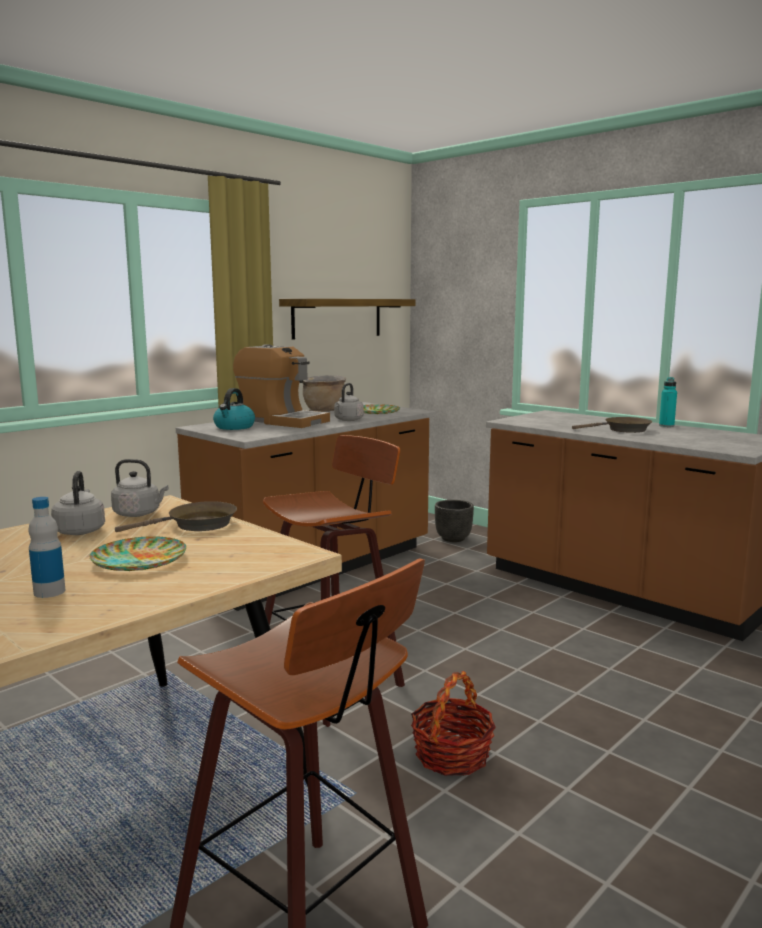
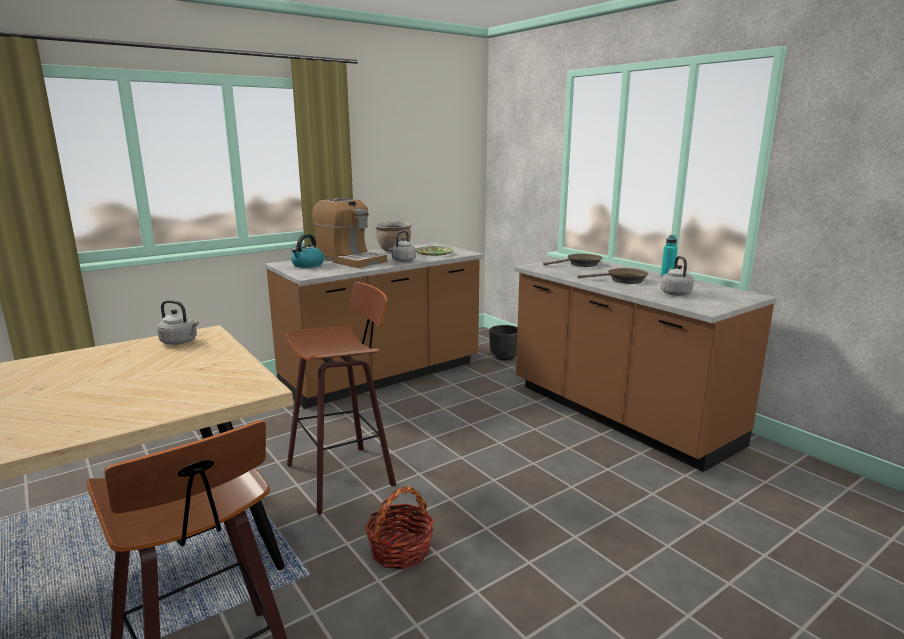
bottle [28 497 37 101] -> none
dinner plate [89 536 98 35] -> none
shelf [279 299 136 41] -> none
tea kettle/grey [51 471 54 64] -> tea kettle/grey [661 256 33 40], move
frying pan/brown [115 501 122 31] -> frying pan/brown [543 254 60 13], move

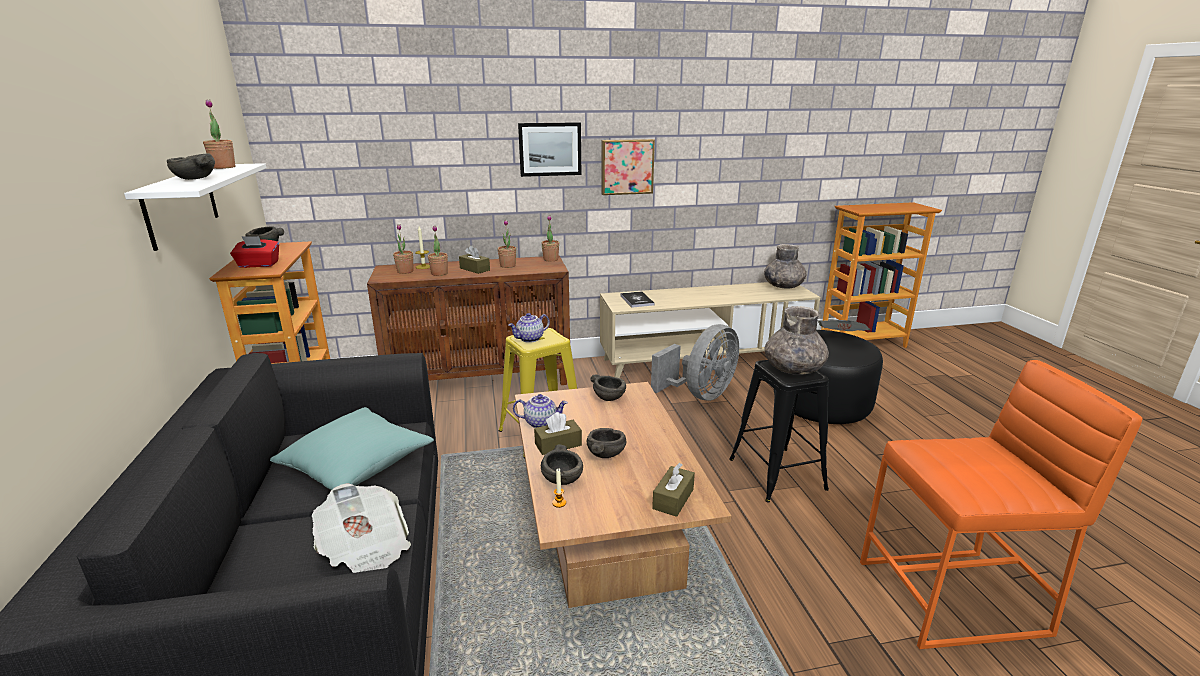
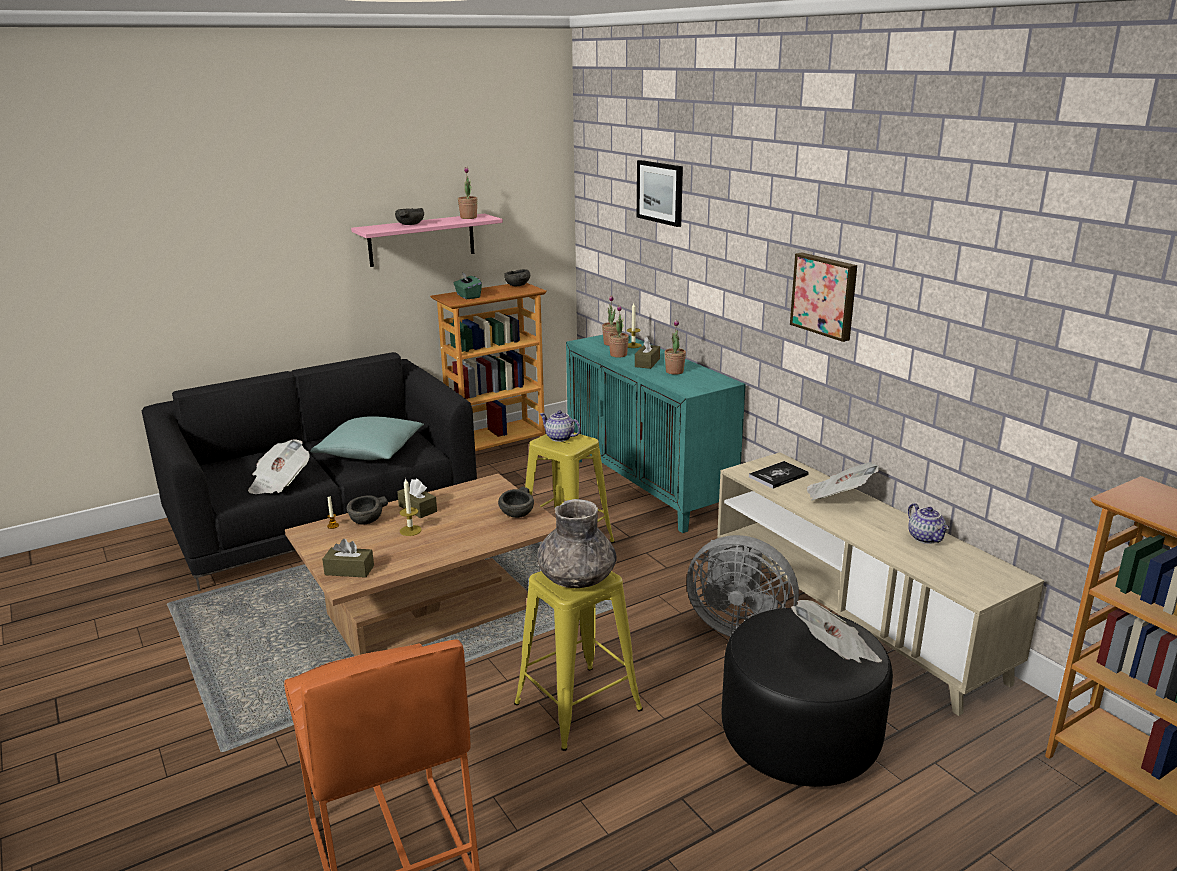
potted plant [541 215 18 46] -> none
vase/grey [764 244 42 44] -> none
none -> daily paper [807 462 72 38]
tea pot [513 394 55 34] -> tea pot [908 503 42 41], move
wall picture [518 122 63 55] -> wall picture [637 160 46 67], move
bowl/grey [587 428 39 30] -> wax light [399 477 23 59]
shelf/white [124 163 143 88] -> shelf/pink-coloured [351 214 152 53]
box of tissues/reddish [230 236 49 32] -> box of tissues/green-coloured [453 272 29 27]
cabinet/brown [367 256 203 129] -> cabinet/turquoise [566 335 180 198]
stool seat/black-coloured [729 360 100 143] -> stool seat/yellow-coloured [514 571 129 180]

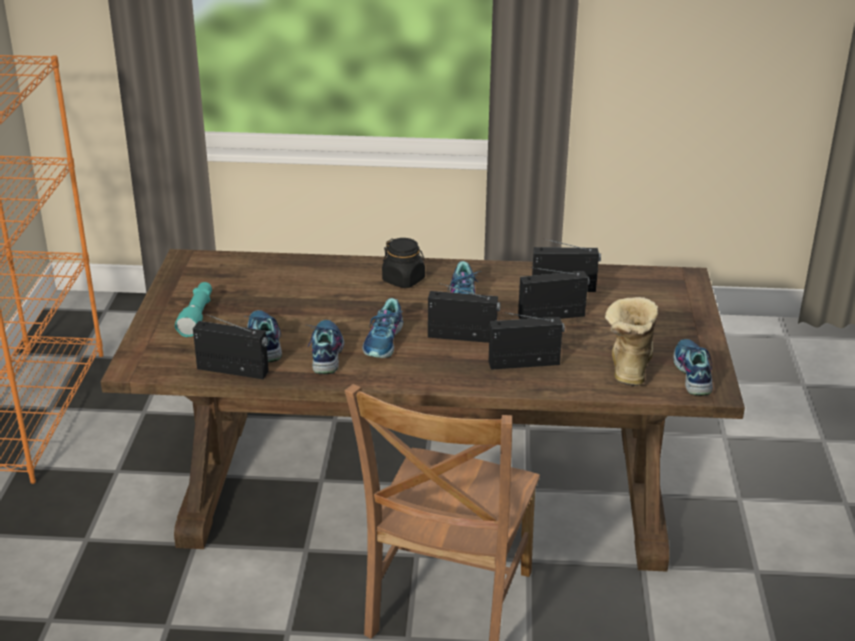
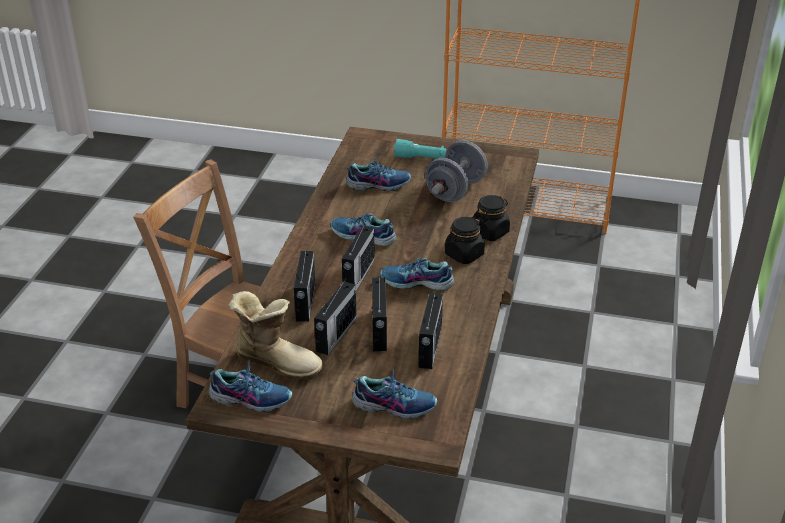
none -> free weight/grey [425 140 63 62]
none -> jar/black-coloured [473 195 37 46]
radio [193 314 76 65] -> radio [314 278 43 77], move
item of footwear [308 320 36 54] -> item of footwear [352 367 85 52], move

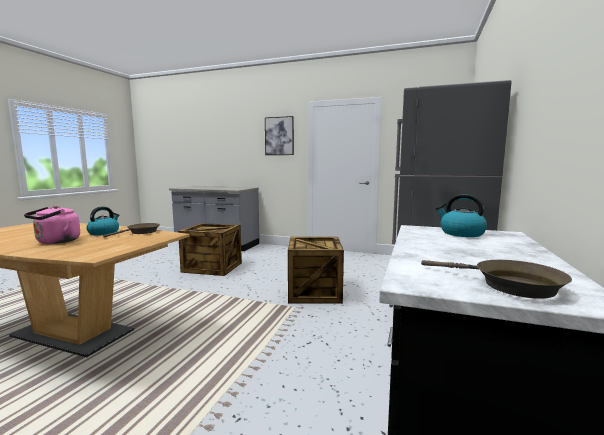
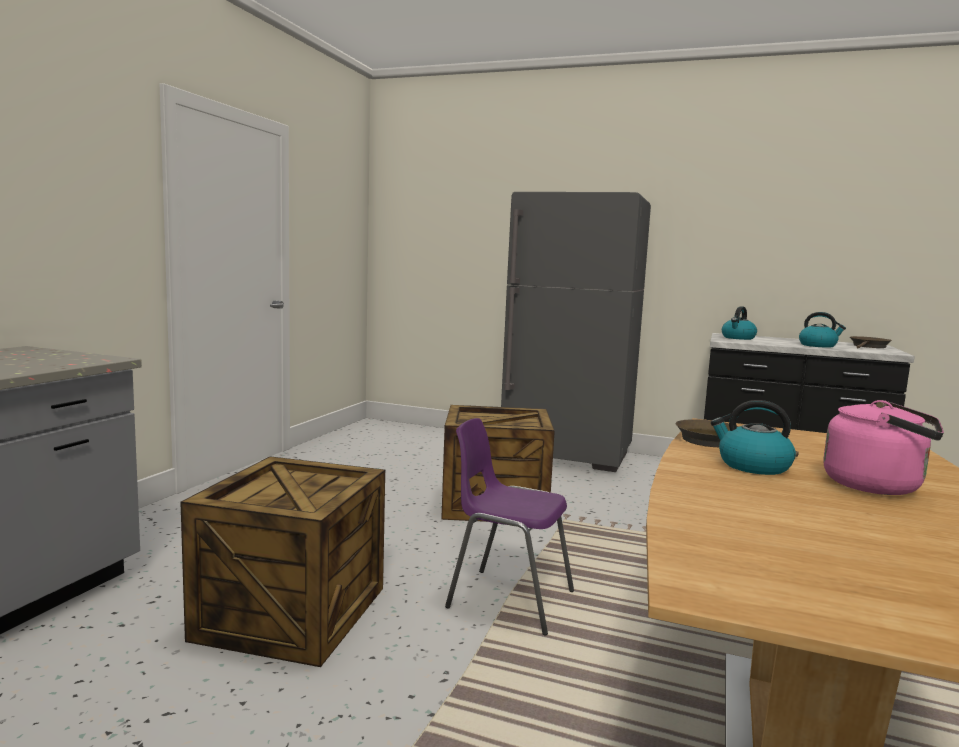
wall picture [265 116 29 39] -> none
none -> chair/purple [445 418 129 217]
none -> tea kettle [799 312 47 36]

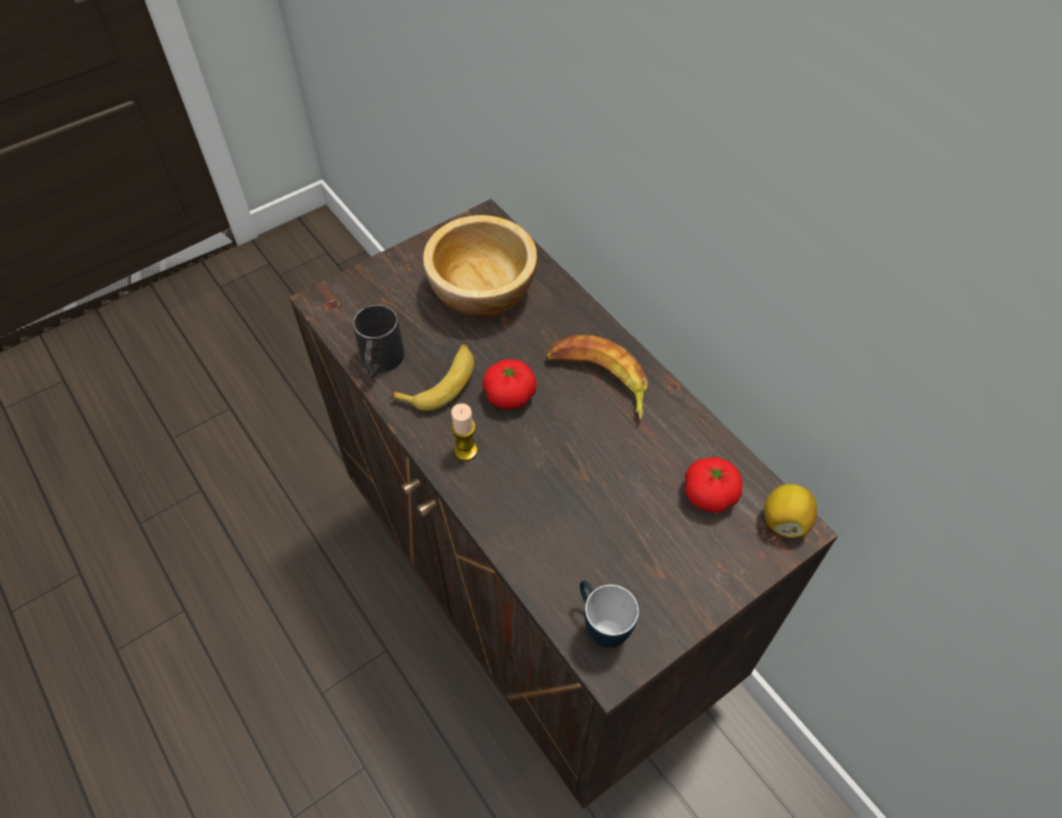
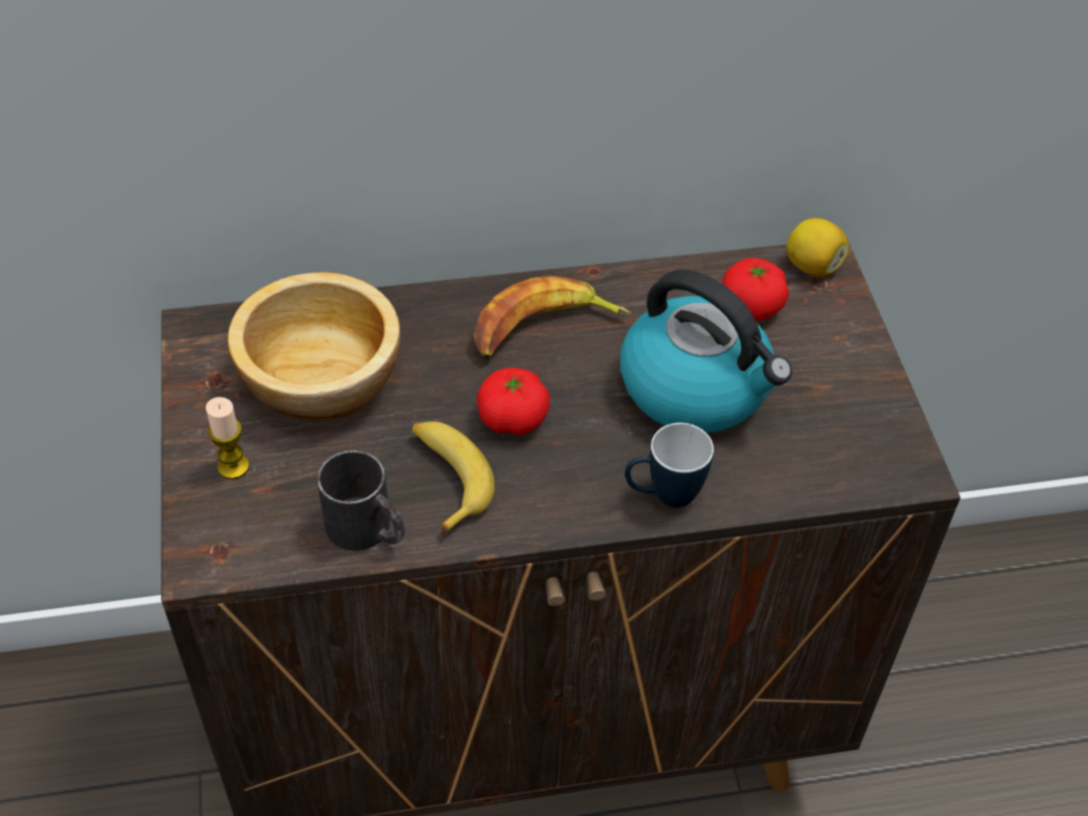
none -> tea kettle [620 269 172 164]
wax light [451 403 27 58] -> wax light [206 397 44 82], move
coffee mug [580 581 59 67] -> coffee mug [625 423 89 85], move

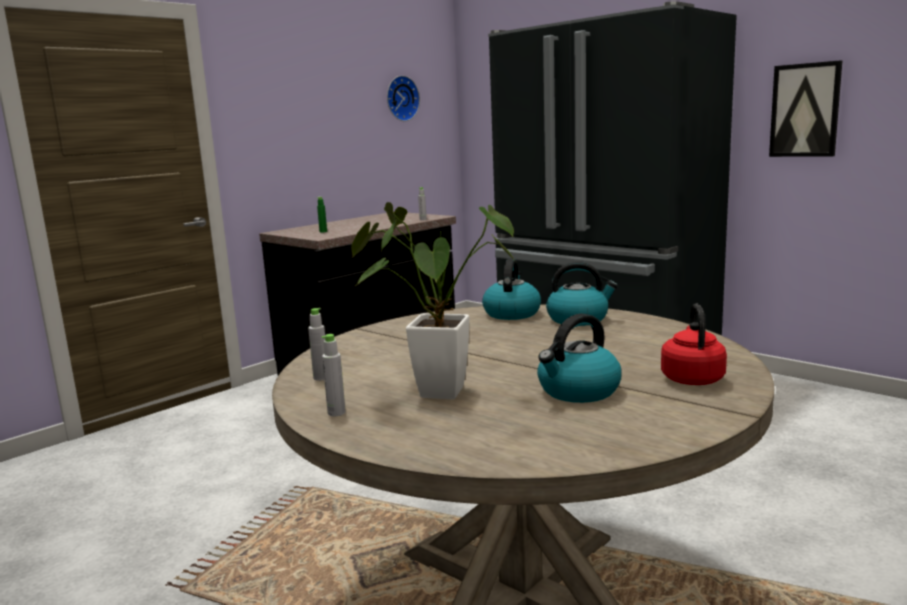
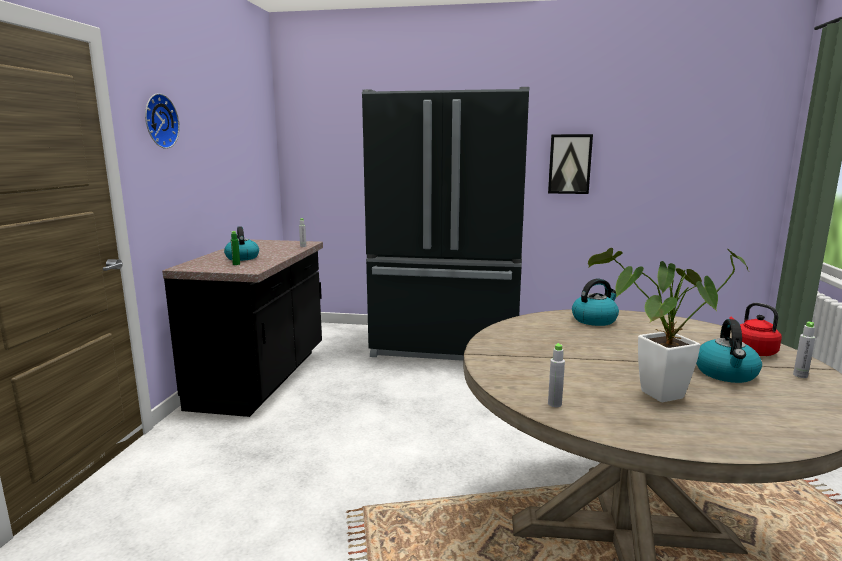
bottle/grey [321 334 25 82] -> bottle/grey [793 322 22 56], move
clock on the wall [387 75 33 46] -> clock on the wall [145 93 34 56], move
tea kettle [482 259 59 61] -> tea kettle [224 226 35 35], move

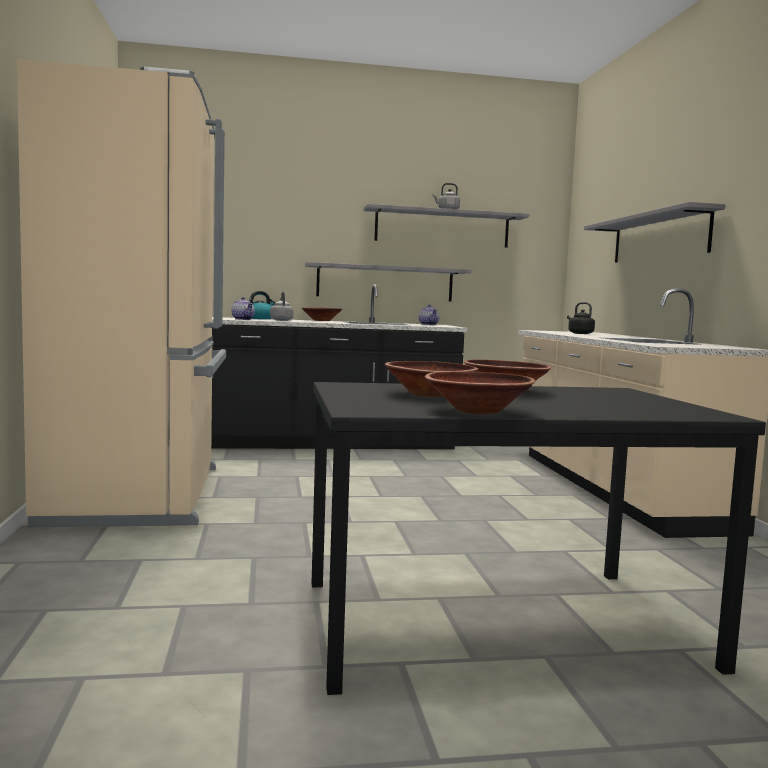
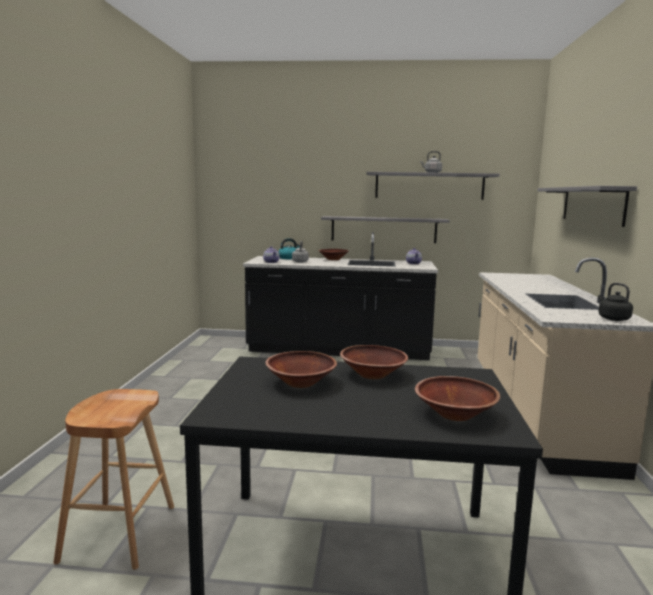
kitchen fridge/beige [17 59 209 469] -> none
none -> stool seat/brown [53 389 121 181]
bowl/brown [425 371 111 43] -> bowl/brown [415 376 85 45], move
tea kettle/black-coloured [567 302 28 32] -> tea kettle/black-coloured [598 283 35 38], move

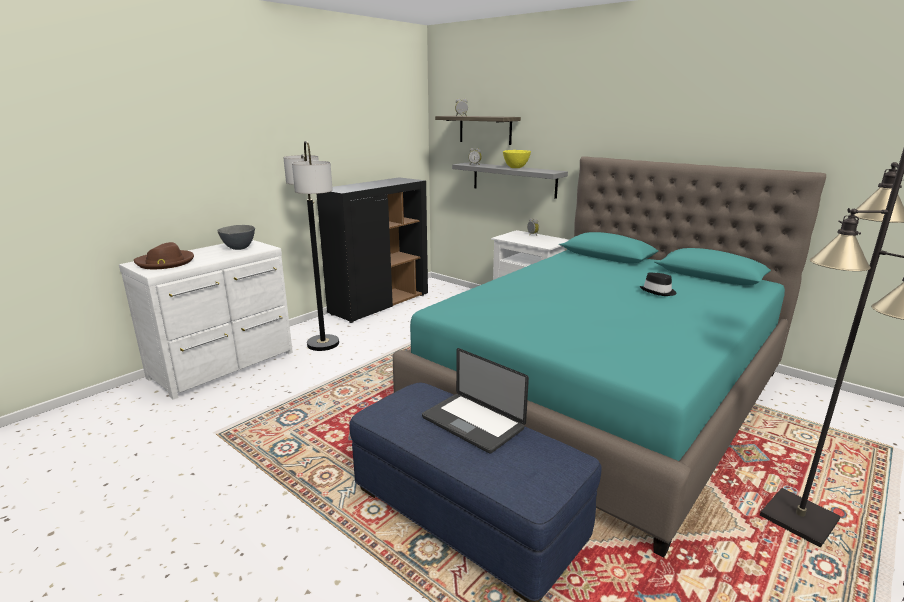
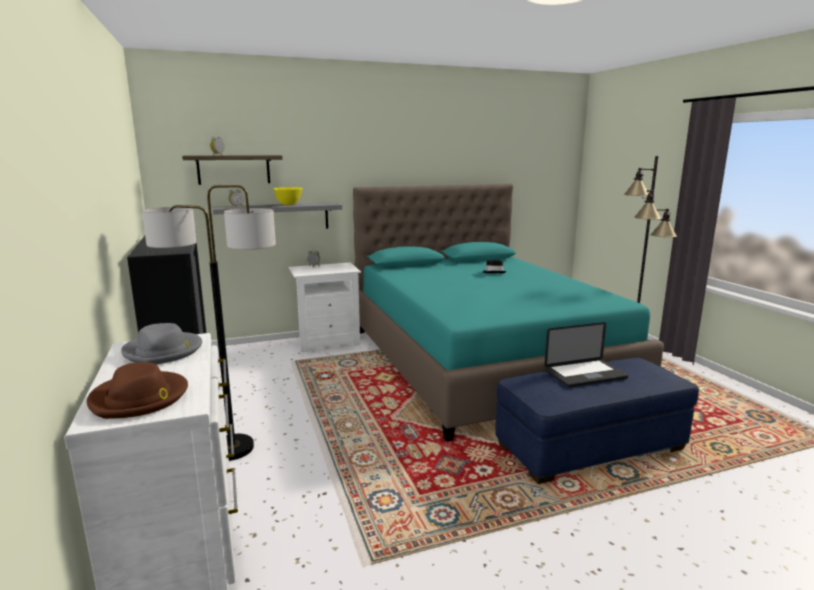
bowl/grey [217 225 38 25] -> wearable hat/grey [121 323 81 41]

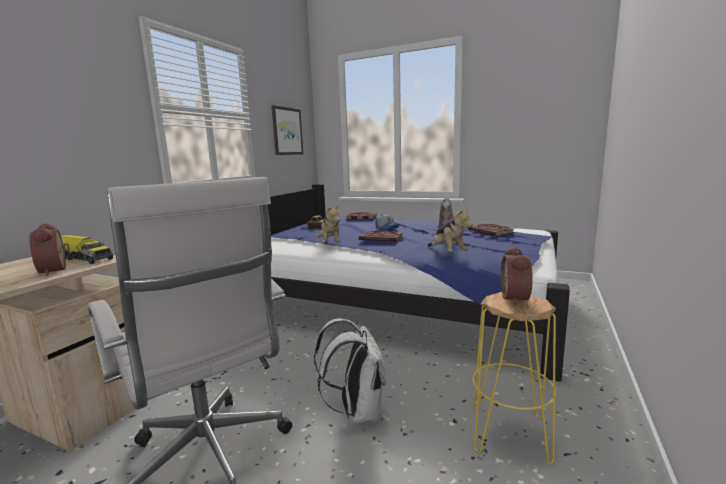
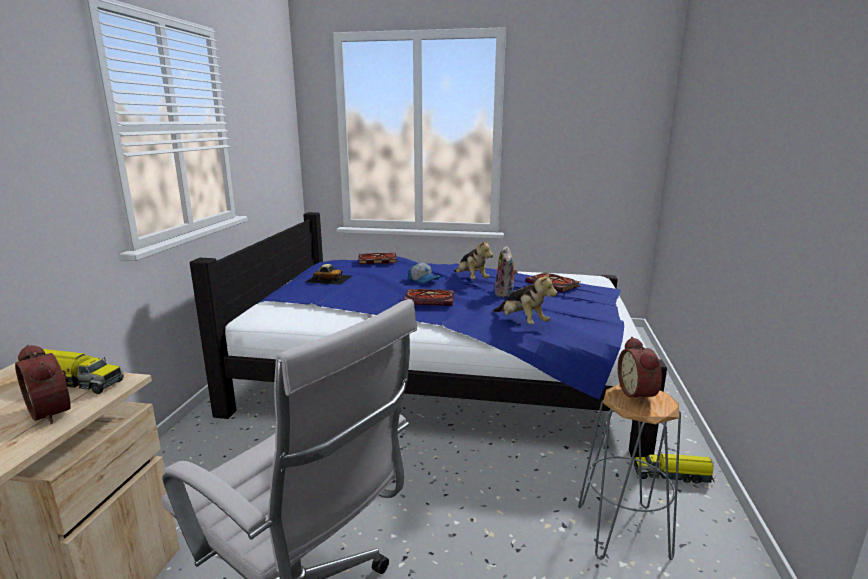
wall picture [271 105 32 50] -> none
backpack/white [314 319 72 105] -> none
none -> toy truck [634 453 81 30]
plush toy [316 205 24 38] -> plush toy [454 238 39 41], move
stool seat/yellow-coloured [473 292 83 173] -> stool seat/grey [578 384 103 176]

